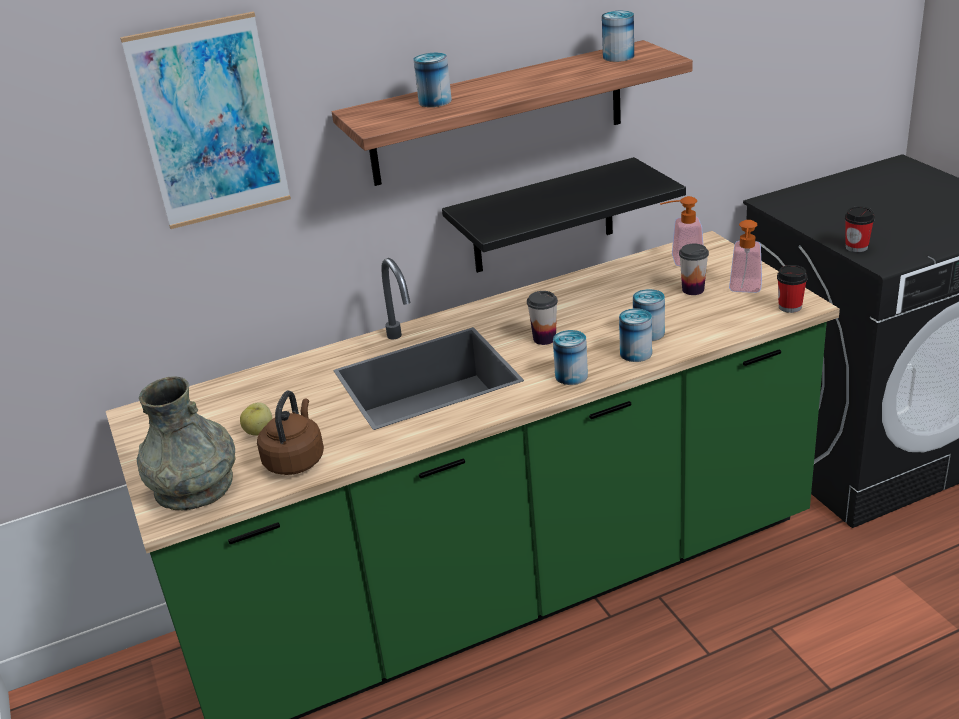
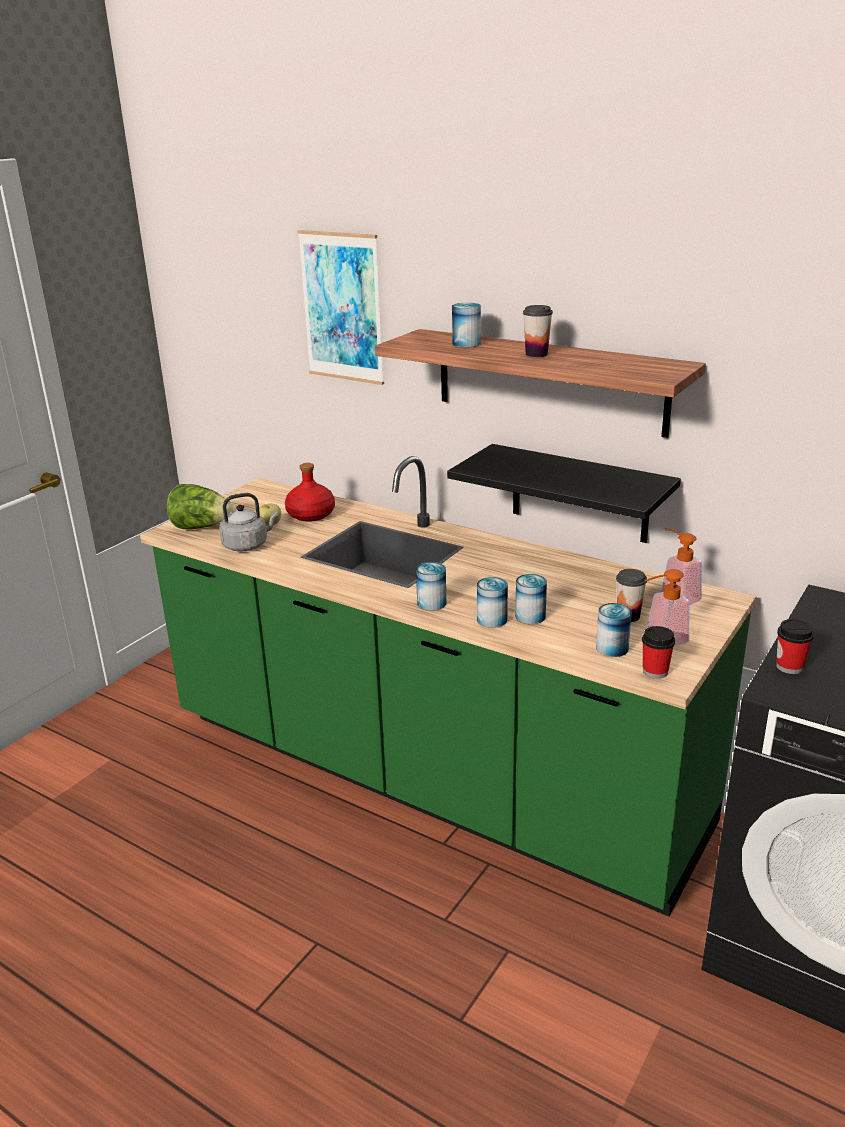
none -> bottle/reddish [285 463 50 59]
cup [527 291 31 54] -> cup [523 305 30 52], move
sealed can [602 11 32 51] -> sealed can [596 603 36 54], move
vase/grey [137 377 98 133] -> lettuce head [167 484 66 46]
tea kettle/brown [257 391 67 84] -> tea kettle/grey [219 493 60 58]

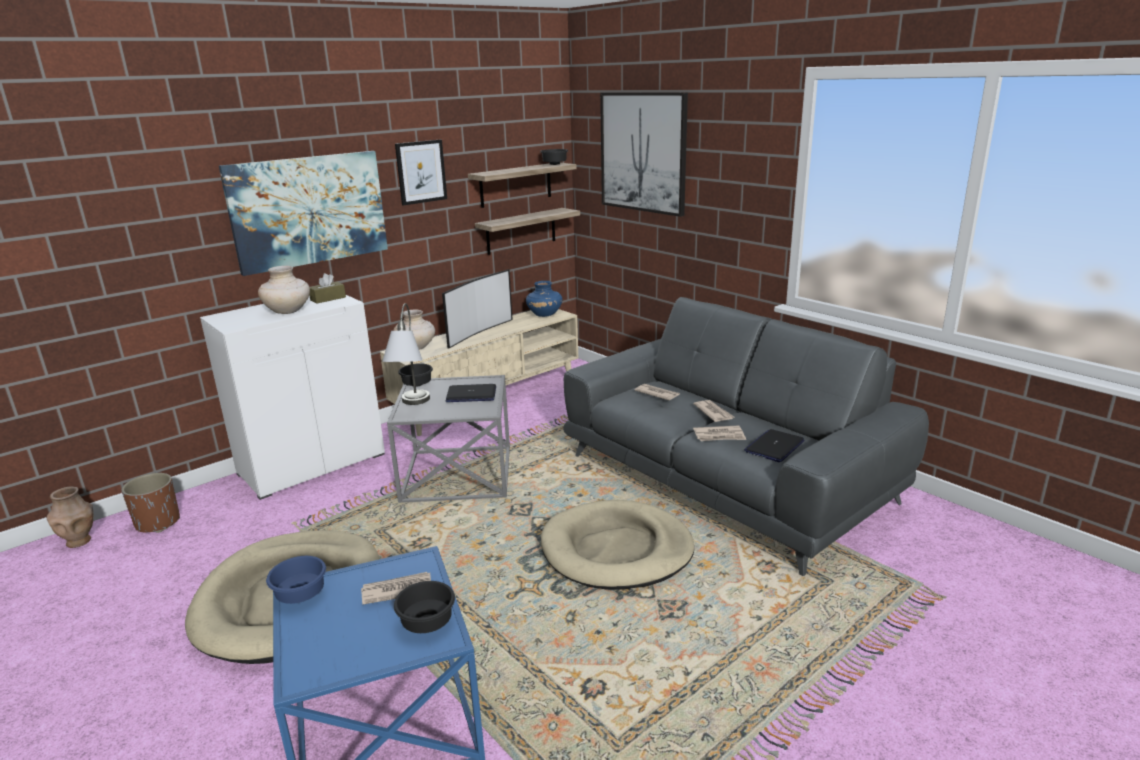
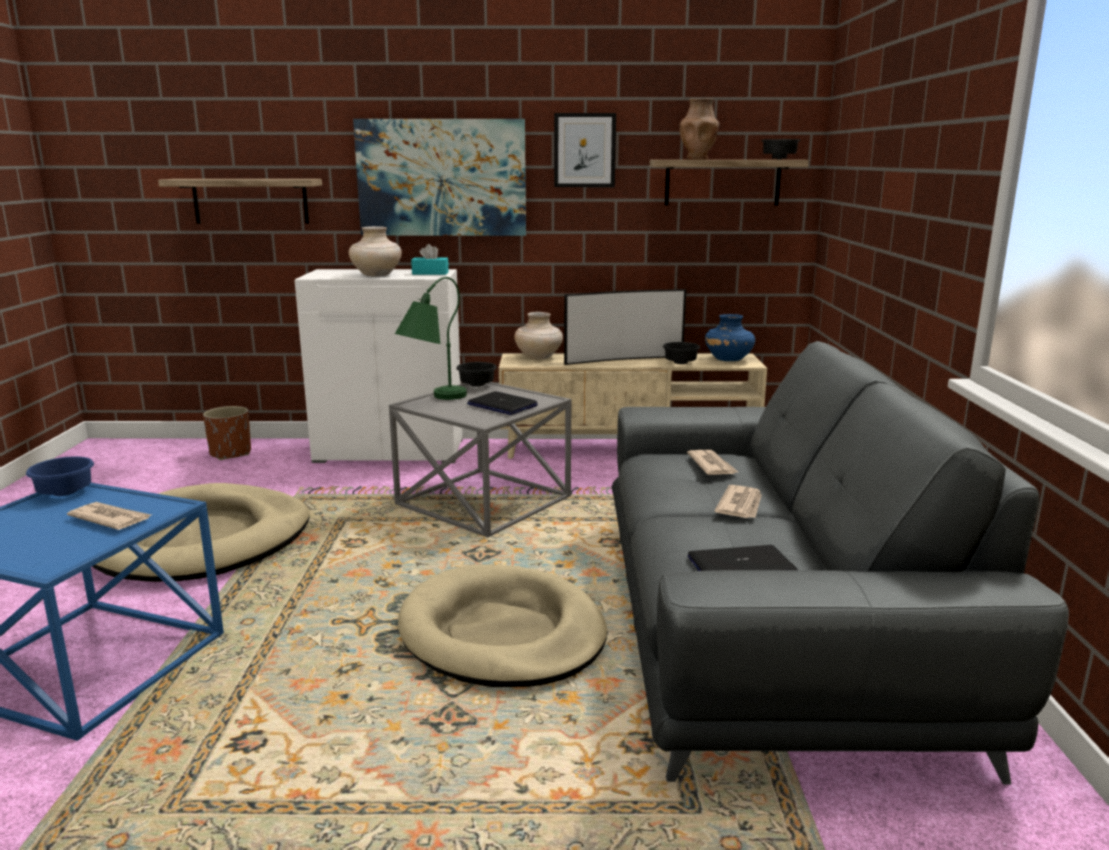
wall picture [600 92 88 125] -> none
daily paper [693 425 53 16] -> none
vase/brown [47 487 46 61] -> vase/brown [680 98 40 61], move
bowl/black-coloured [394 581 61 52] -> bowl/black-coloured [663 342 37 22], move
shelf [475 208 105 47] -> shelf [158 179 164 45], move
box of tissues/brown [309 273 37 30] -> box of tissues/turquoise [411 244 38 31]
lamp for a table/grey [382 303 48 102] -> lamp for a table/green-coloured [395 277 72 123]

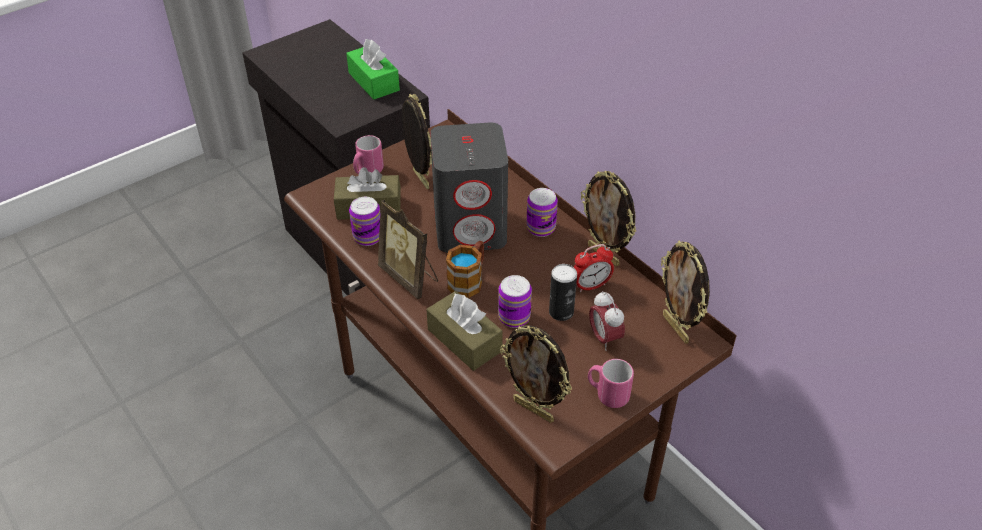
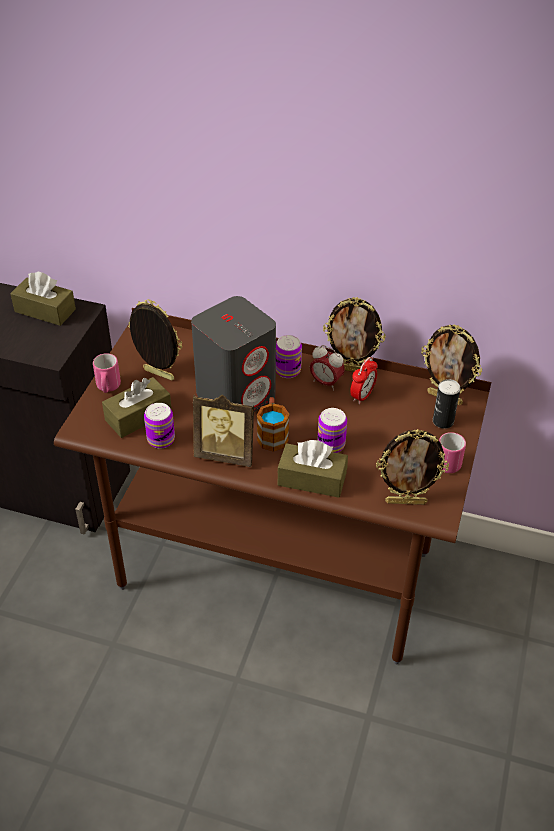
sealed can [549 264 28 57] -> sealed can [433 379 27 50], move
bedside clock [589 291 36 60] -> bedside clock [310 345 35 46], move
box of tissues/green-coloured [346 39 54 61] -> box of tissues/brown [10 271 66 55]

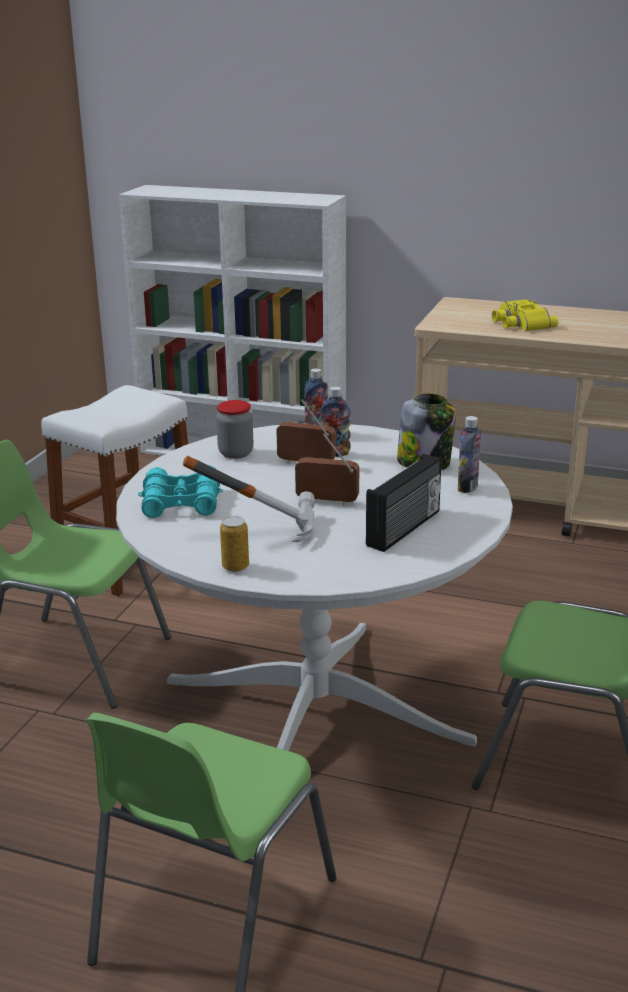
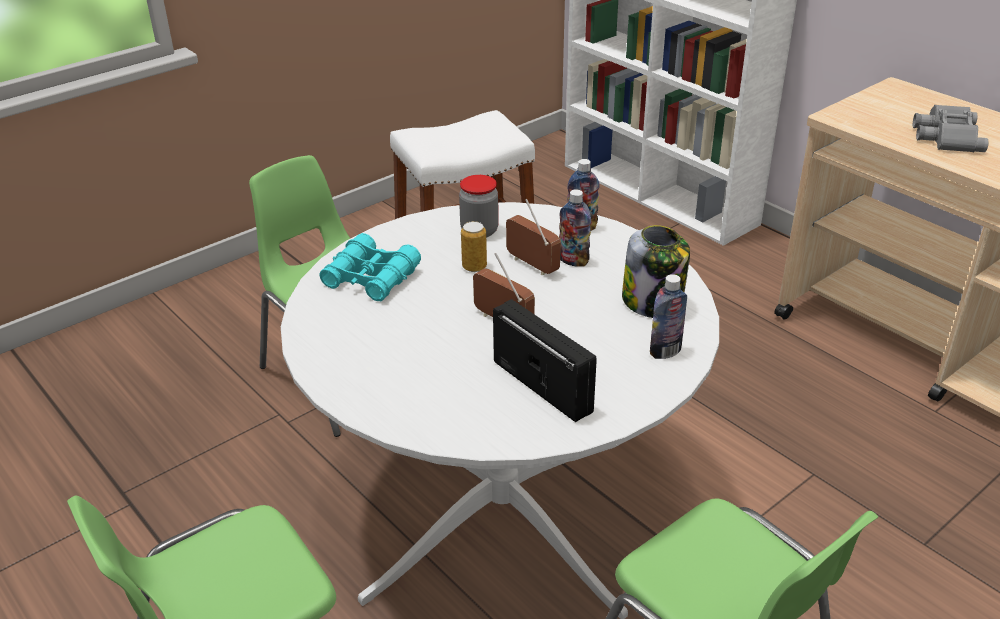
tool hammer [183 456 132 86] -> none
sealed can [220 516 29 56] -> sealed can [461 221 26 51], move
pair of binoculars/yellow-coloured [492 299 66 32] -> pair of binoculars/grey [913 105 76 47]
radio [366 454 75 98] -> radio [493 299 104 123], 105 degrees counterclockwise

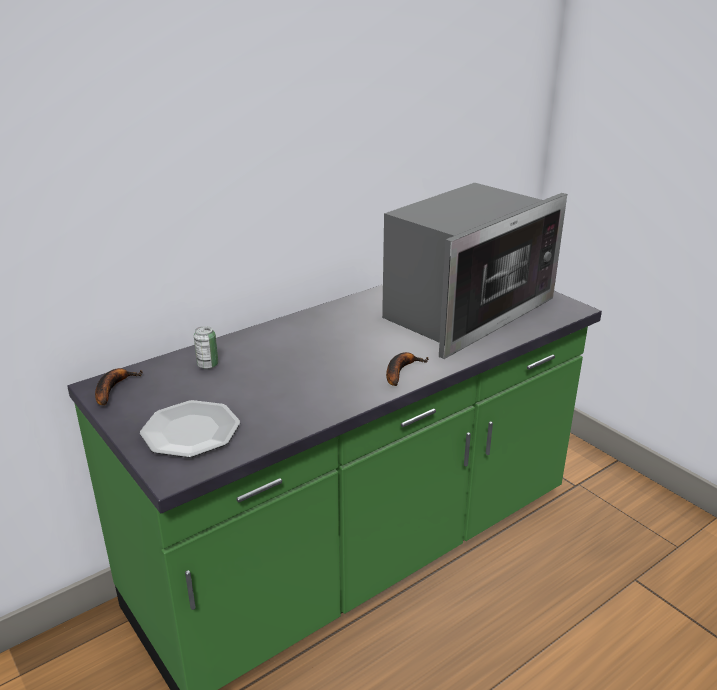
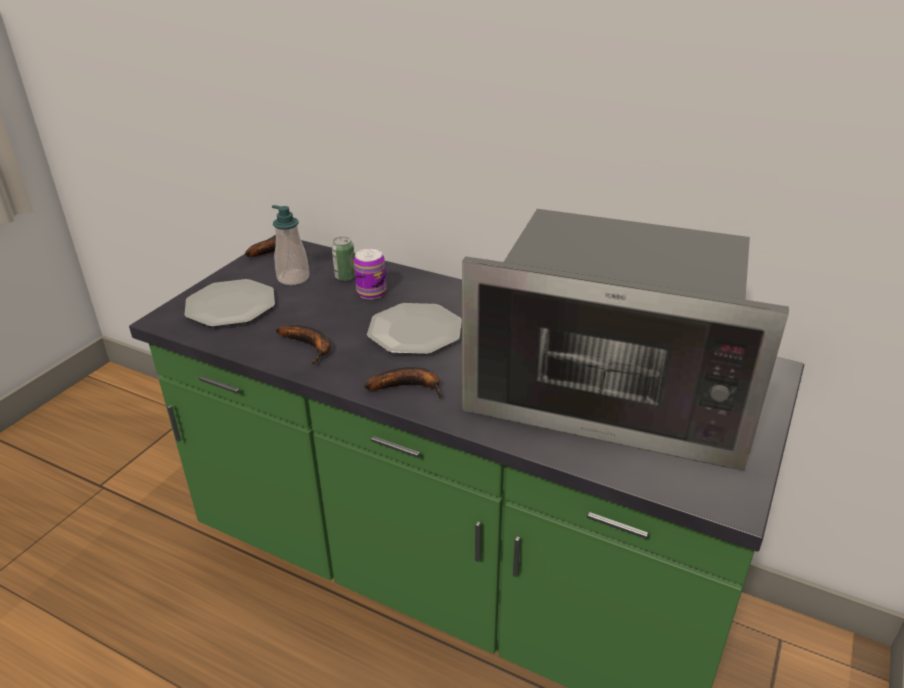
none -> liquid soap bottle [272 205 37 80]
none -> whole banana [276 325 55 39]
none -> sealed can [354 248 32 51]
none -> dinner plate [367 303 95 52]

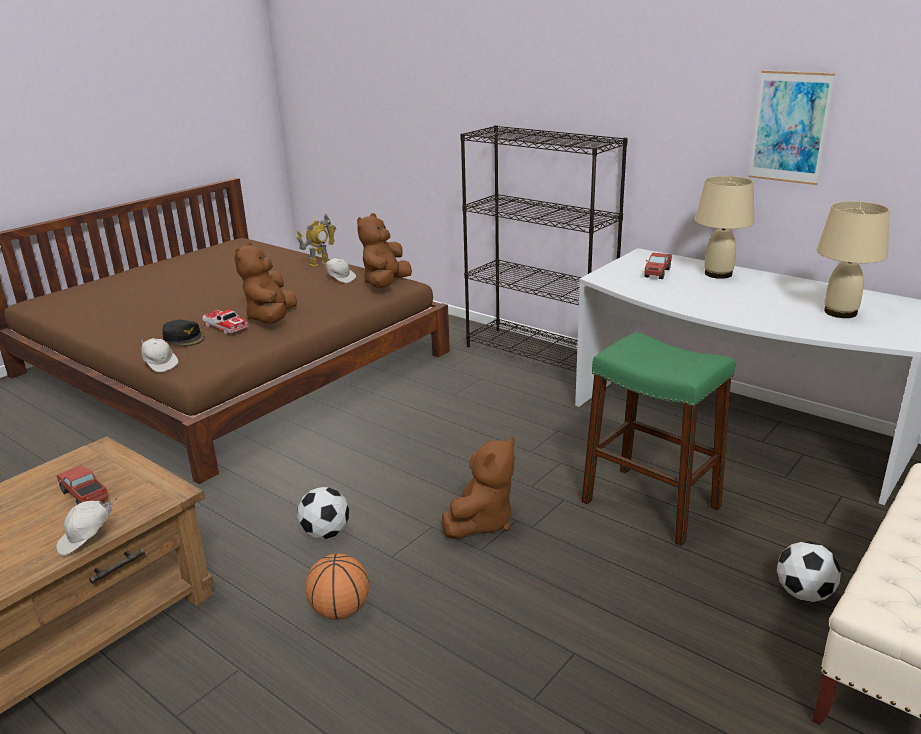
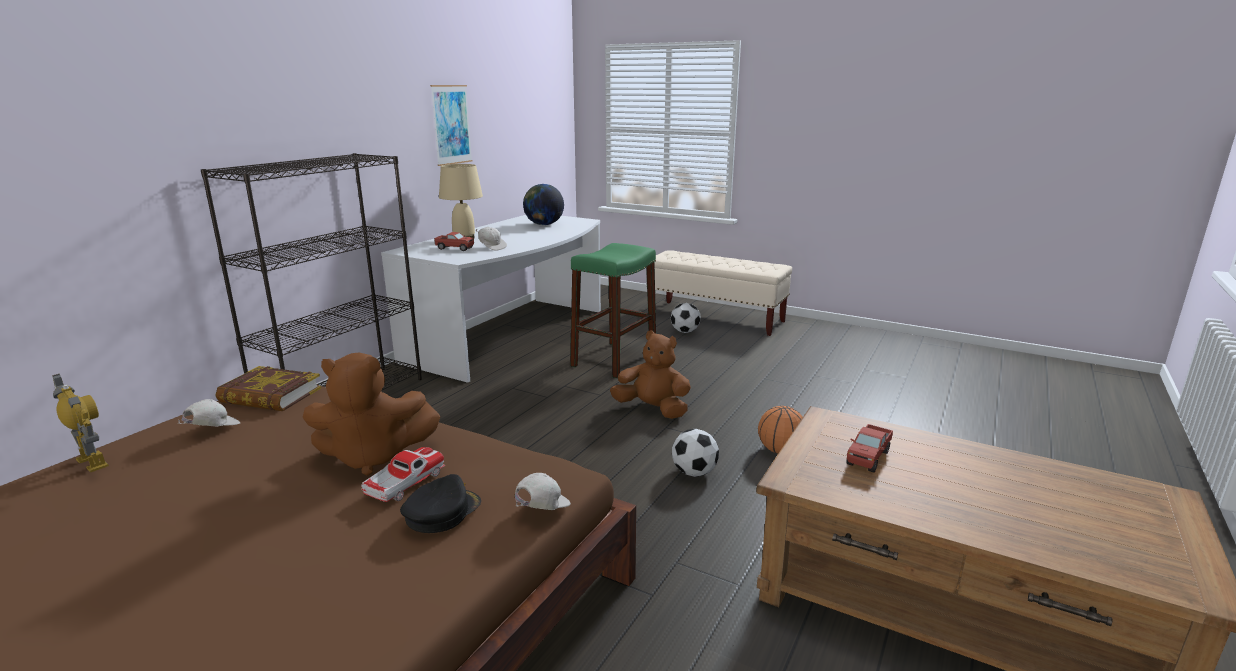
peaked cap/white [56 497 62 59] -> peaked cap/white [476 227 31 24], move
plush toy/brown [357 213 55 75] -> volume [216 366 105 45]
lamp for a table/beige [817 201 72 117] -> desk globe [523 184 41 41]

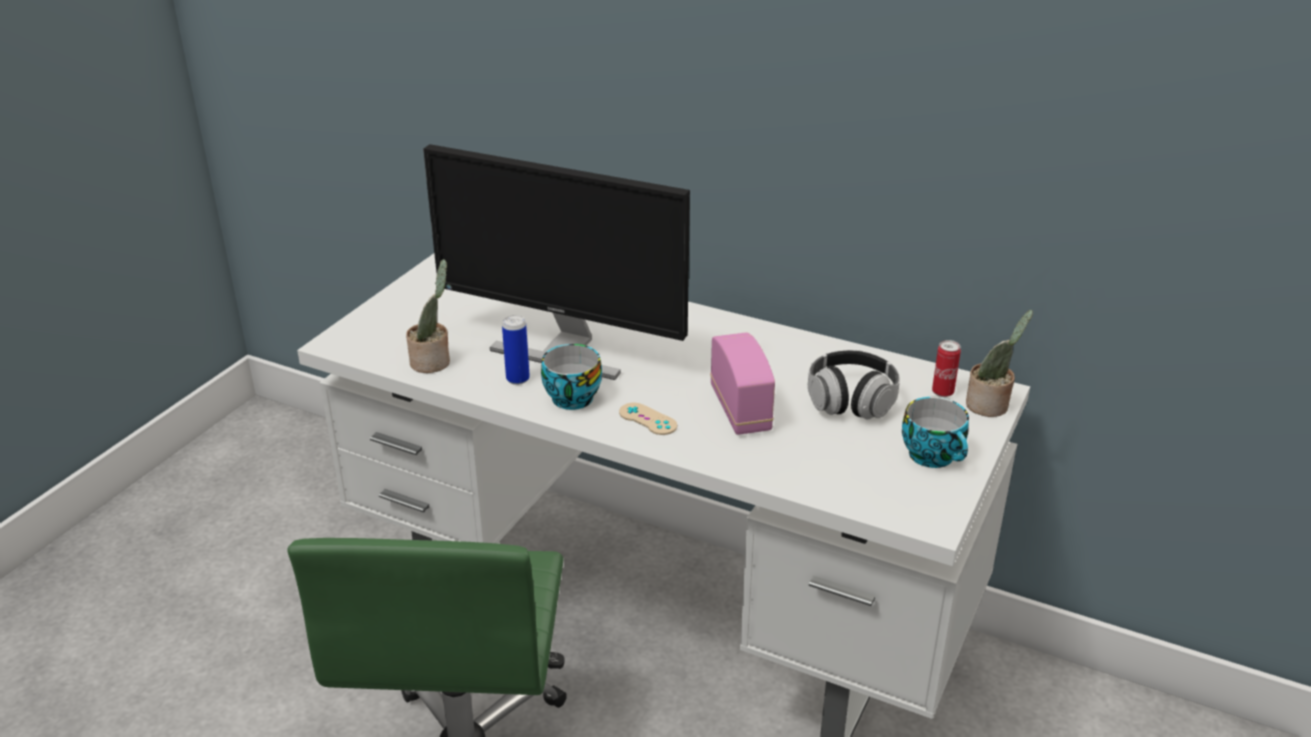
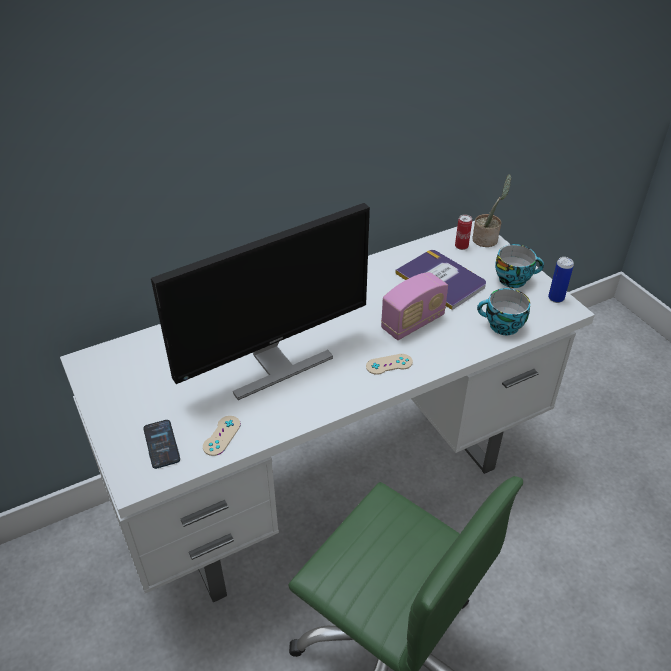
none -> telephone [143 420 37 49]
sealed can [502 315 28 70] -> sealed can [548 257 26 46], move
cup [541 344 61 66] -> cup [477 288 53 47], move
potted plant [406 259 44 114] -> joypad/beige [203 416 38 40]
headset [808 350 92 69] -> volume [395 250 91 60]
radio [710 333 65 102] -> radio [381 272 67 68], 120 degrees clockwise

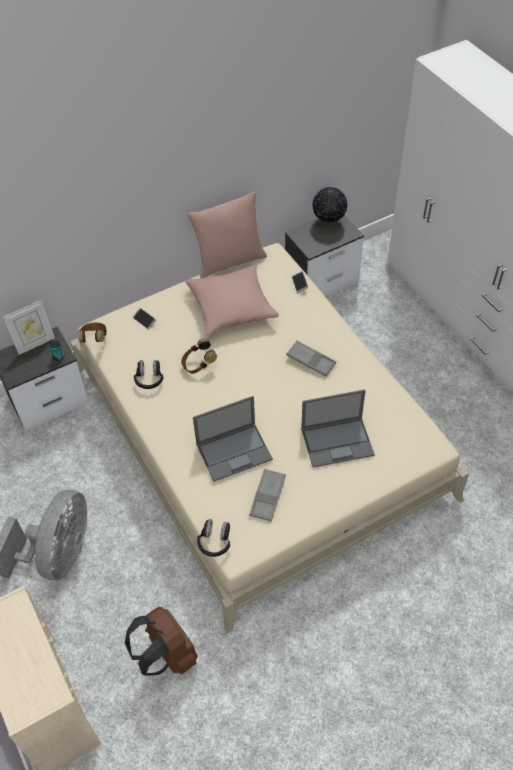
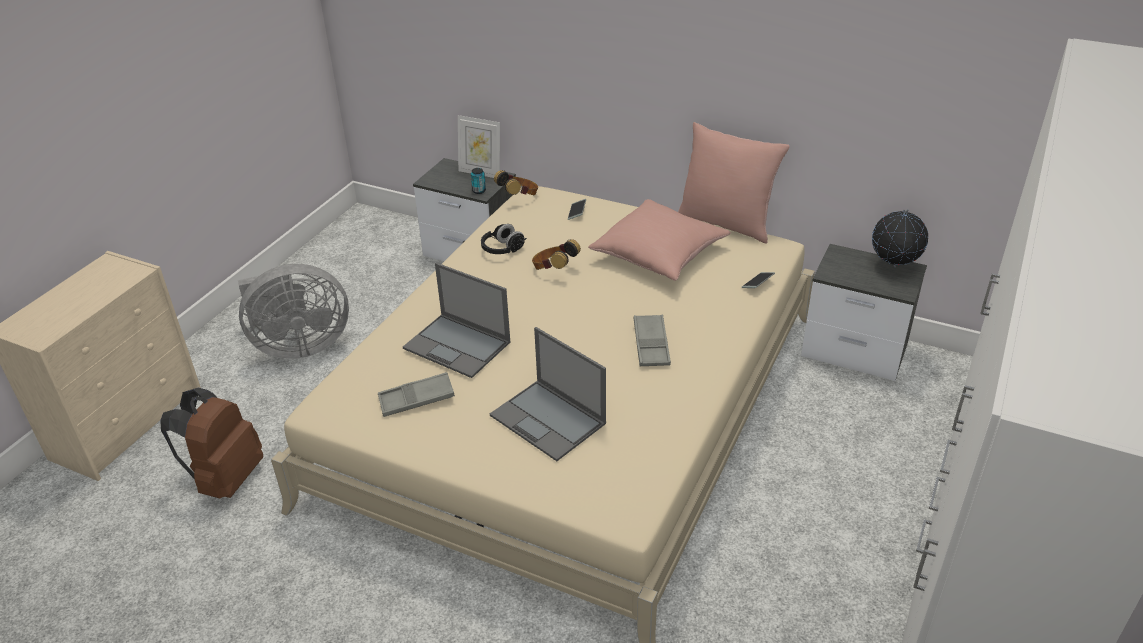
headset/black-coloured [197 519 33 38] -> none

